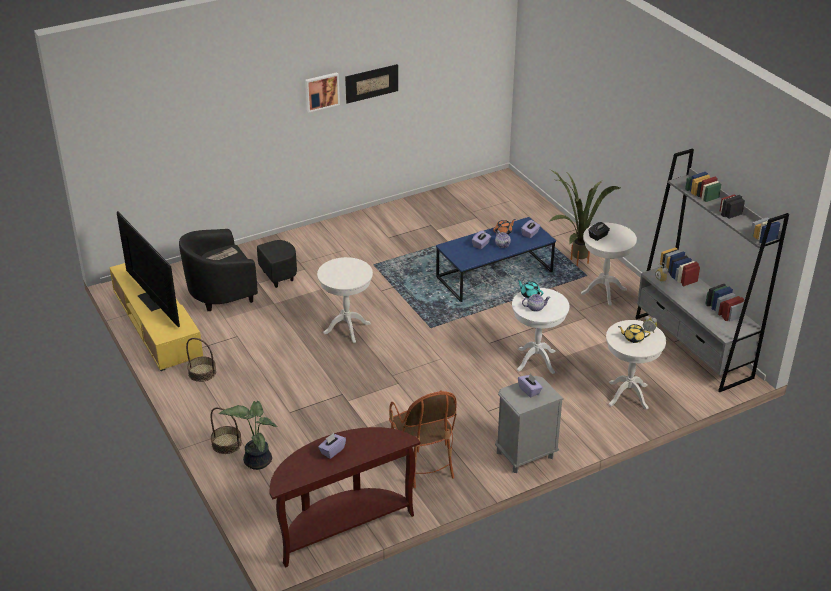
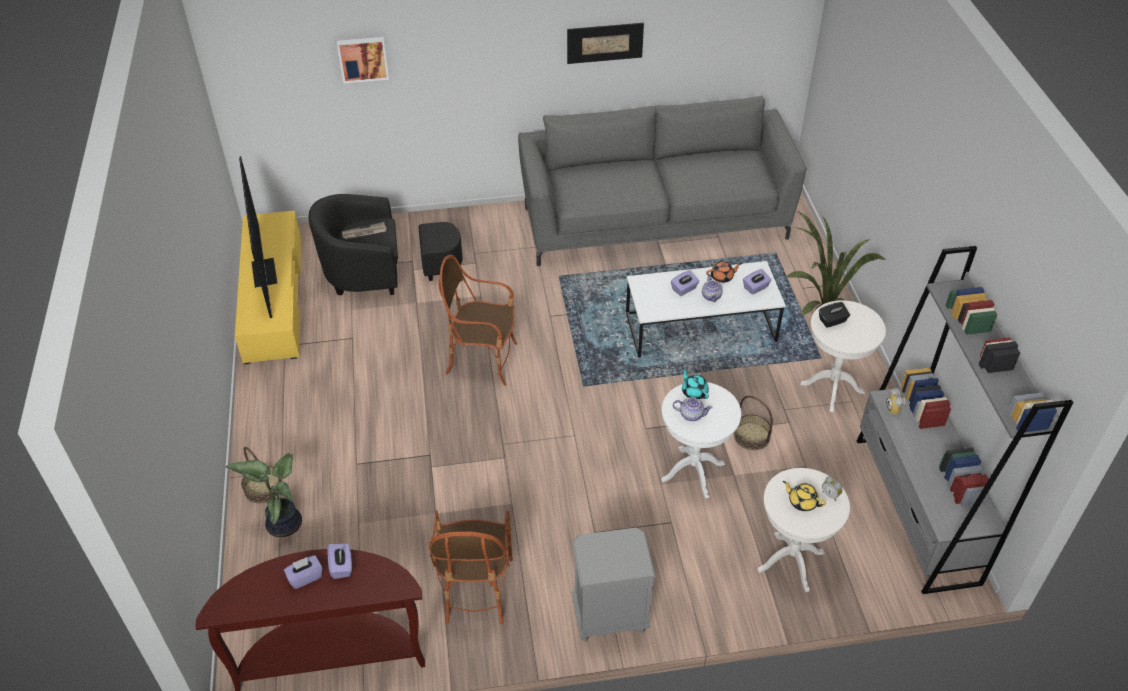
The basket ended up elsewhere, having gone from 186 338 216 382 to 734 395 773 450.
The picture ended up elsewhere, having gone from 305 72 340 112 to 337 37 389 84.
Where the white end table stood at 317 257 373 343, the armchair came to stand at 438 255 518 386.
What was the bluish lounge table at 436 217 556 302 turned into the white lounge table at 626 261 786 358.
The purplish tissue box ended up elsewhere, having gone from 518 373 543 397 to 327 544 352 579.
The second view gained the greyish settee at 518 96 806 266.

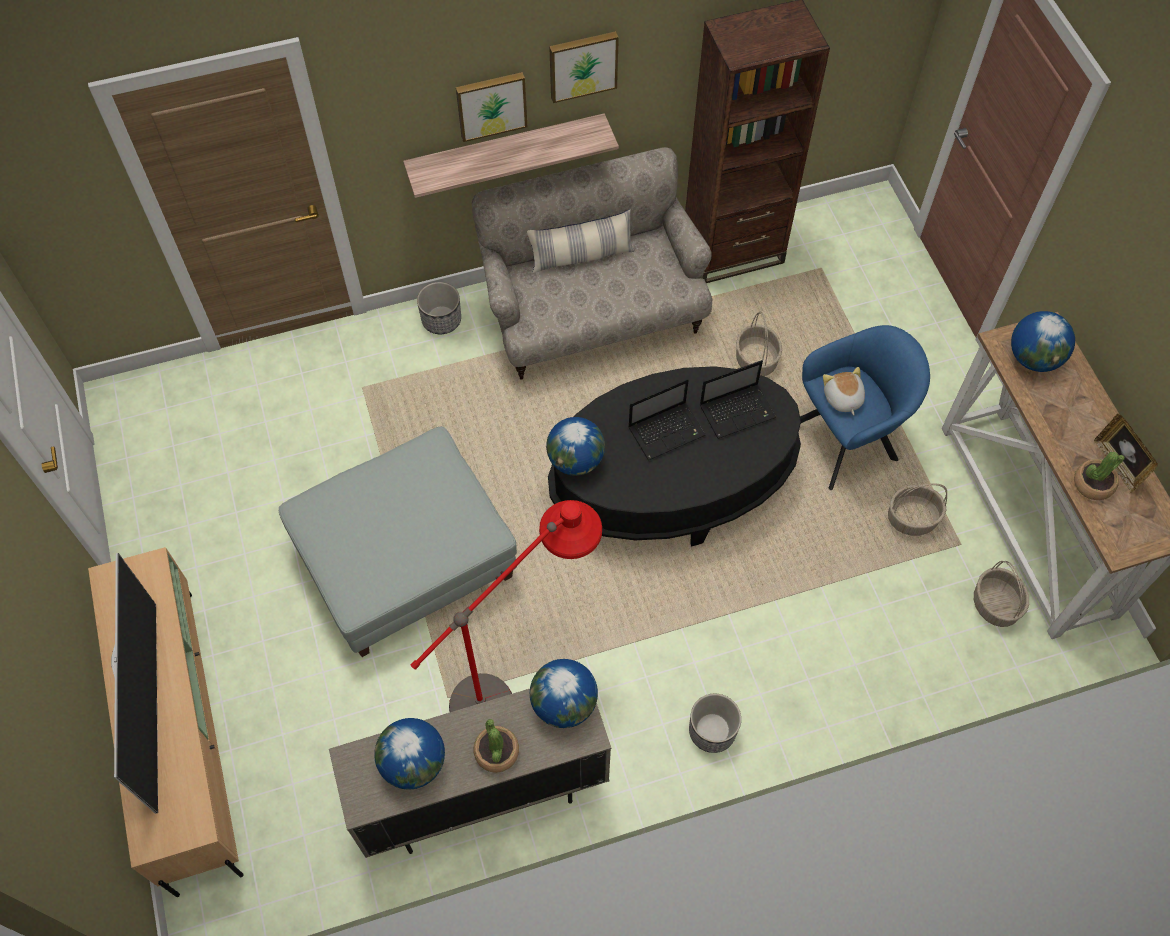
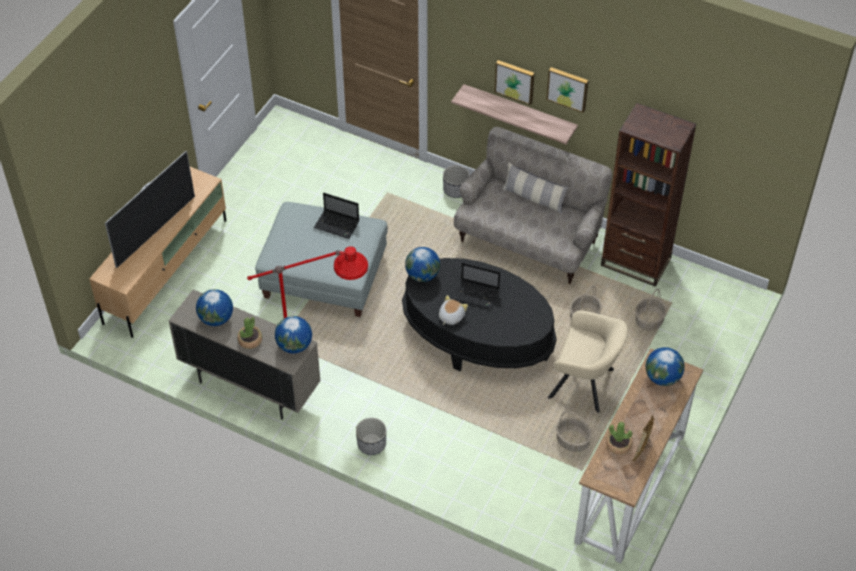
The portable computer ended up elsewhere, having gone from 700 360 776 439 to 314 193 359 239.
What was the bluish armchair at 800 325 930 490 turned into the beige-coloured armchair at 548 311 628 413.
The soft toy ended up elsewhere, having gone from 823 367 865 415 to 439 295 468 325.
The basket ended up elsewhere, having gone from 974 561 1029 627 to 635 289 667 331.

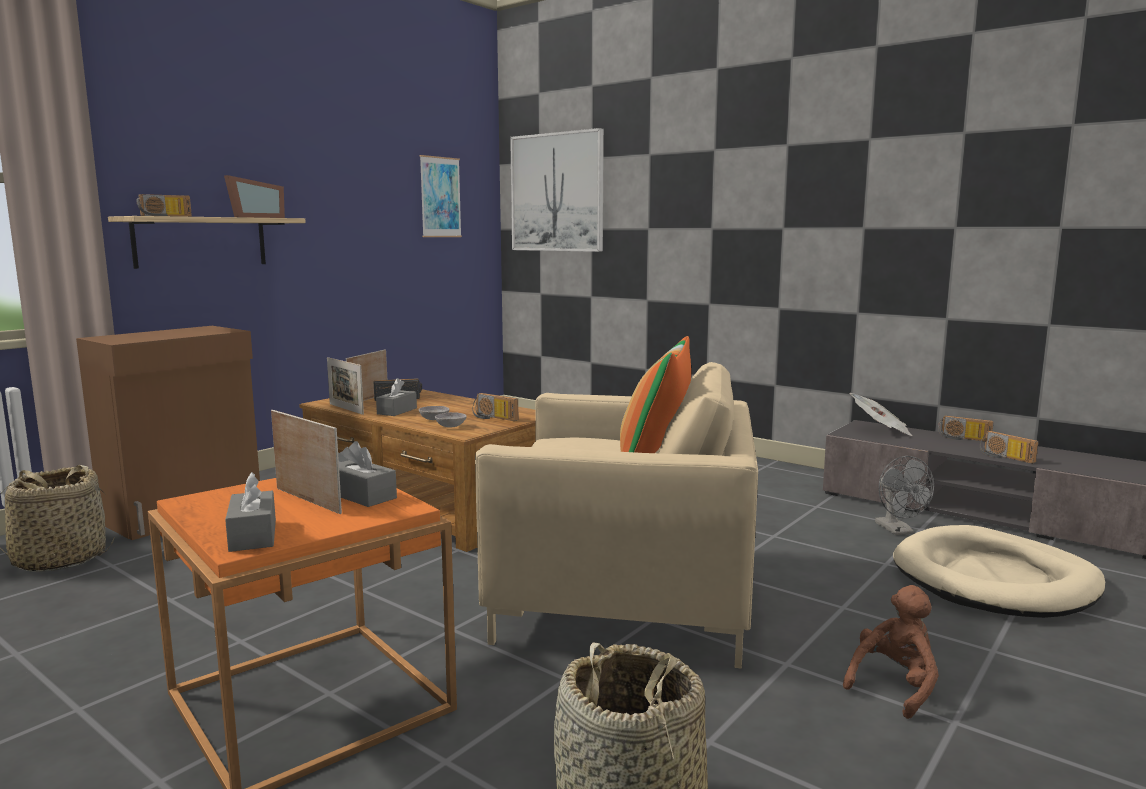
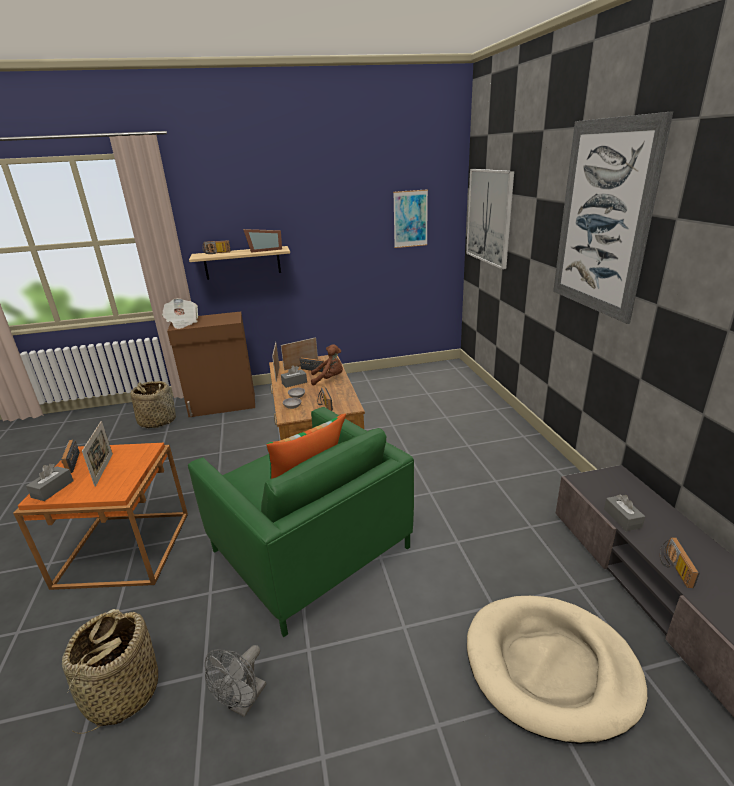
The greyish tissue box ended up elsewhere, having gone from 339 441 397 507 to 604 495 645 531.
What was the beige-coloured armchair at 475 362 758 668 turned into the green armchair at 188 407 414 637.
The brownish soft toy ended up elsewhere, having gone from 843 585 939 719 to 311 344 343 386.
The newspaper ended up elsewhere, having gone from 850 393 912 436 to 162 298 198 329.
The greyish electric fan ended up elsewhere, having gone from 875 456 934 535 to 205 645 266 717.
The radio ended up elsewhere, having gone from 938 416 994 441 to 61 439 80 473.
The second view gained the picture at 553 112 673 324.

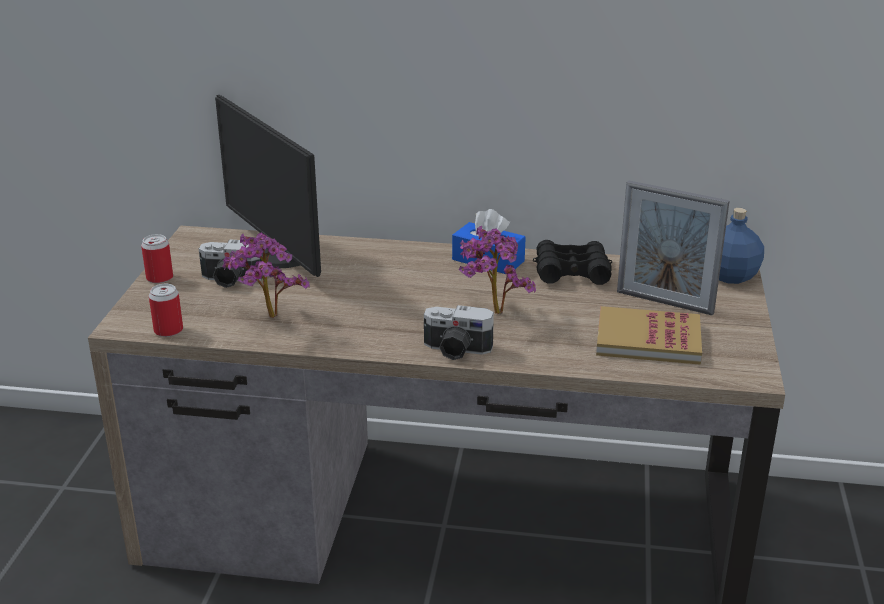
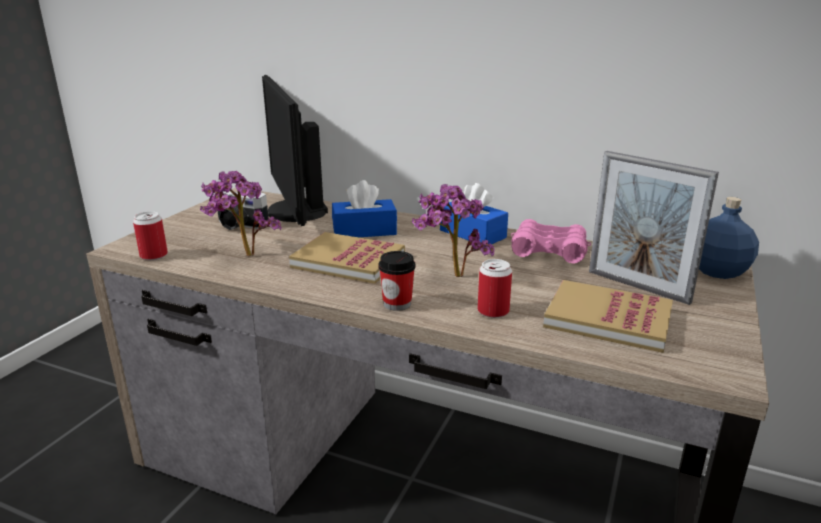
The metal can ended up elsewhere, having gone from 141 234 173 283 to 478 259 512 318.
Where the photo camera stood at 424 305 494 360, the cup came to stand at 378 251 416 311.
What was the blackish pair of binoculars at 533 240 612 285 turned into the pink pair of binoculars at 511 219 591 264.
The second view gained the bound book at 289 232 405 284.
The second view gained the bluish tissue box at 332 180 397 237.

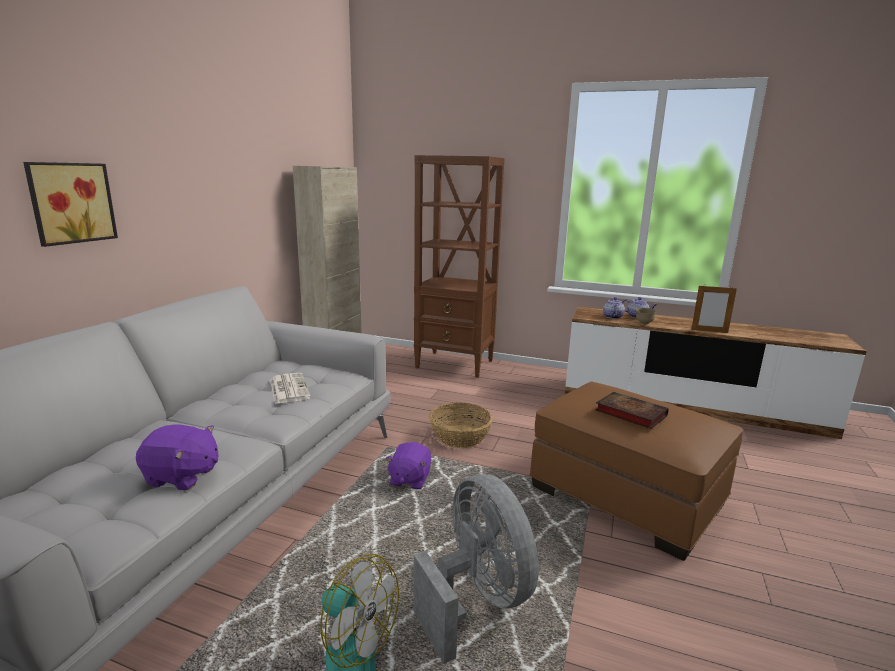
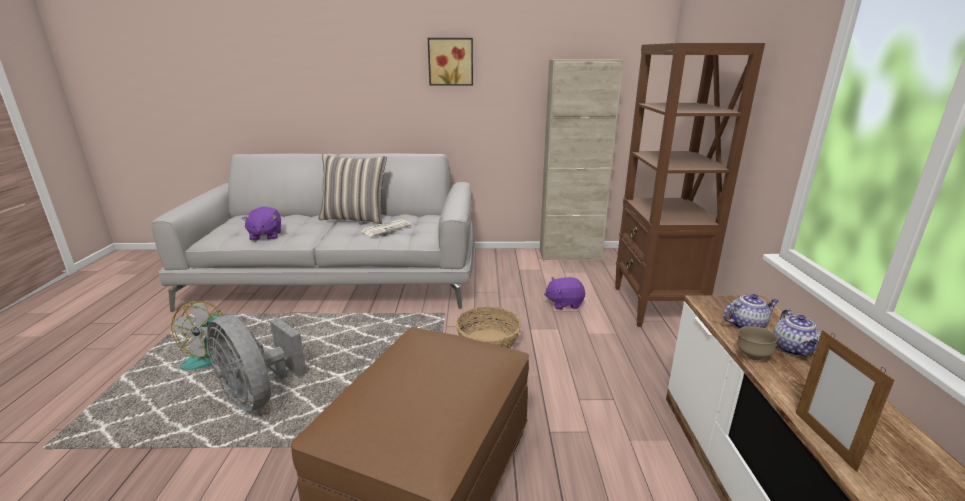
The picture ended up elsewhere, having gone from 23 162 118 247 to 428 38 473 85.
The purplish soft toy ended up elsewhere, having gone from 385 442 432 489 to 544 277 585 310.
The greyish electric fan at 414 474 539 664 ended up facing another way, 90 degrees clockwise from before.
The second view lost the bound book at 595 392 669 429.
The second view gained the pillow at 319 154 387 224.

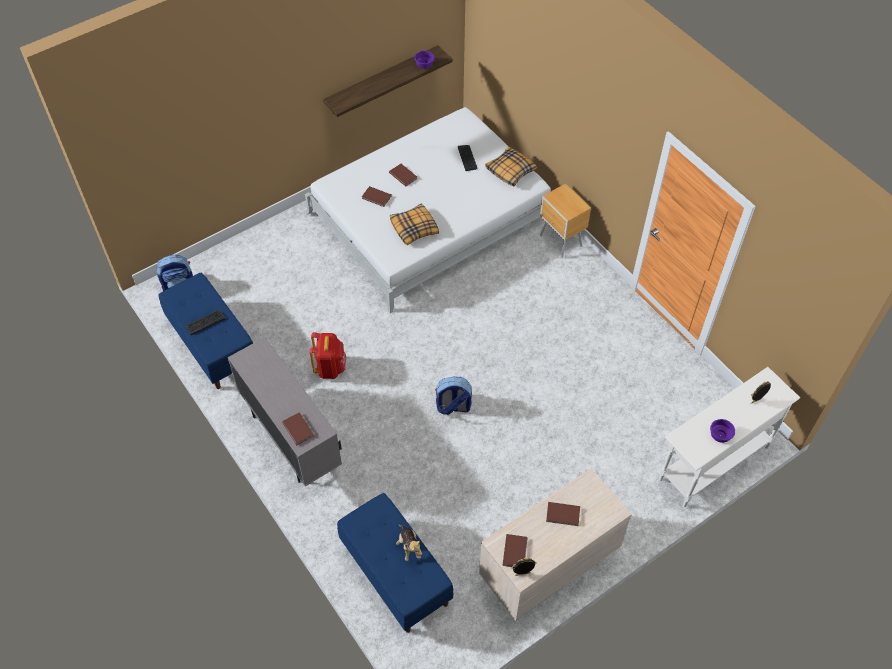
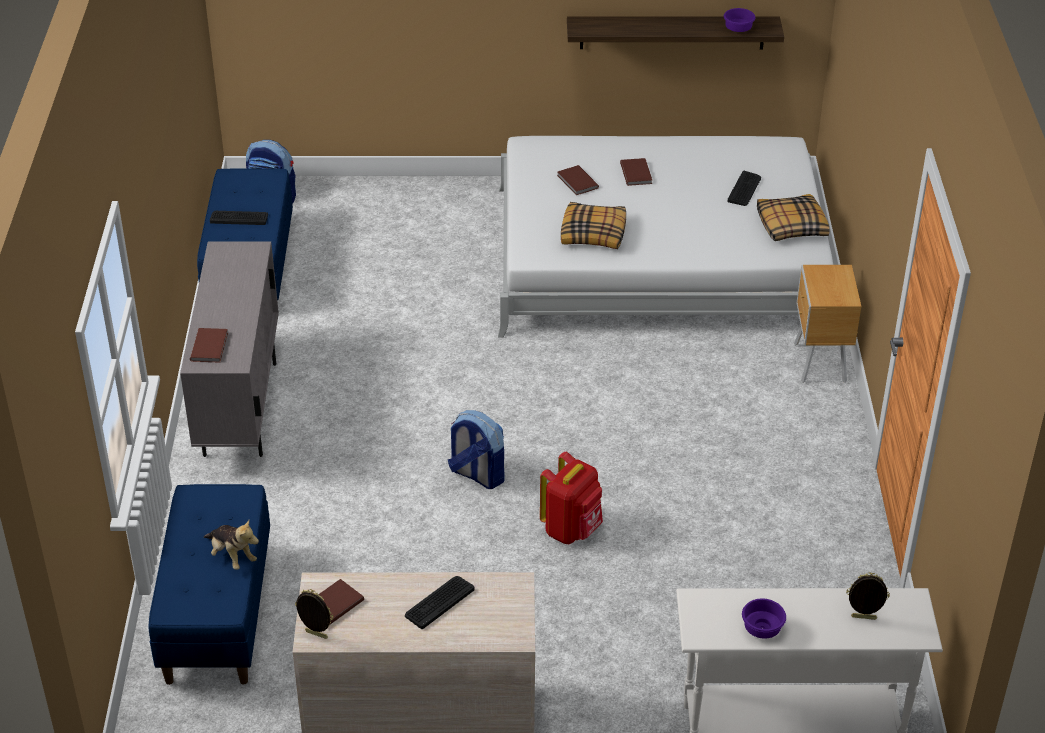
The red knapsack ended up elsewhere, having gone from 310 332 346 379 to 540 452 603 544.
The soft toy at 396 525 422 561 ended up facing another way, 60 degrees counterclockwise from before.
Where the brownish bound book stood at 546 502 580 526, the PC keyboard came to stand at 405 576 475 629.

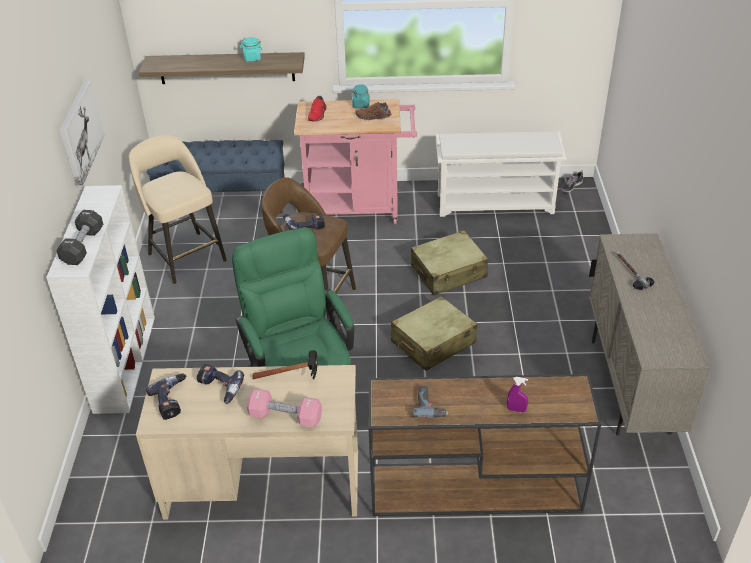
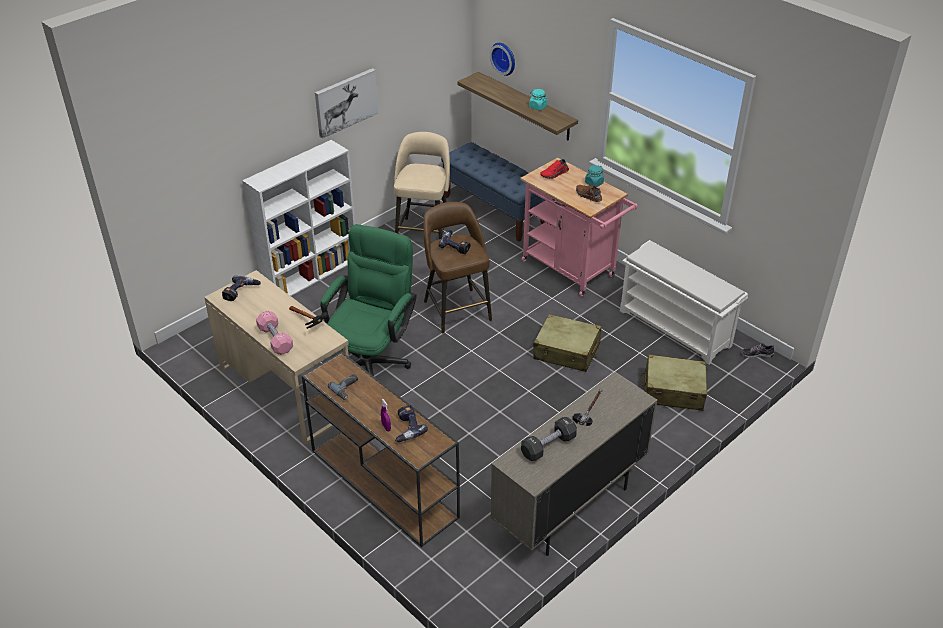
The blackish free weight ended up elsewhere, having gone from 56 210 103 265 to 521 417 577 461.
The electric drill ended up elsewhere, having gone from 197 364 244 404 to 395 405 428 442.
The beige-coloured travel case ended up elsewhere, having gone from 391 296 477 371 to 641 354 707 411.
The second view gained the clock on the wall at 490 43 515 76.

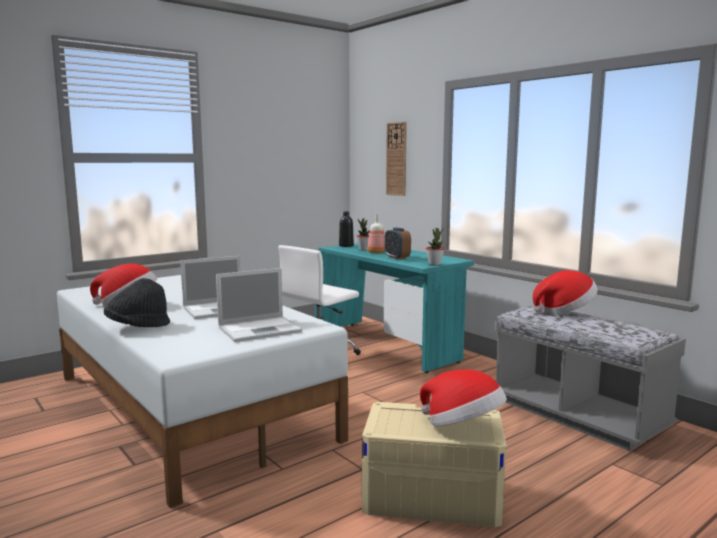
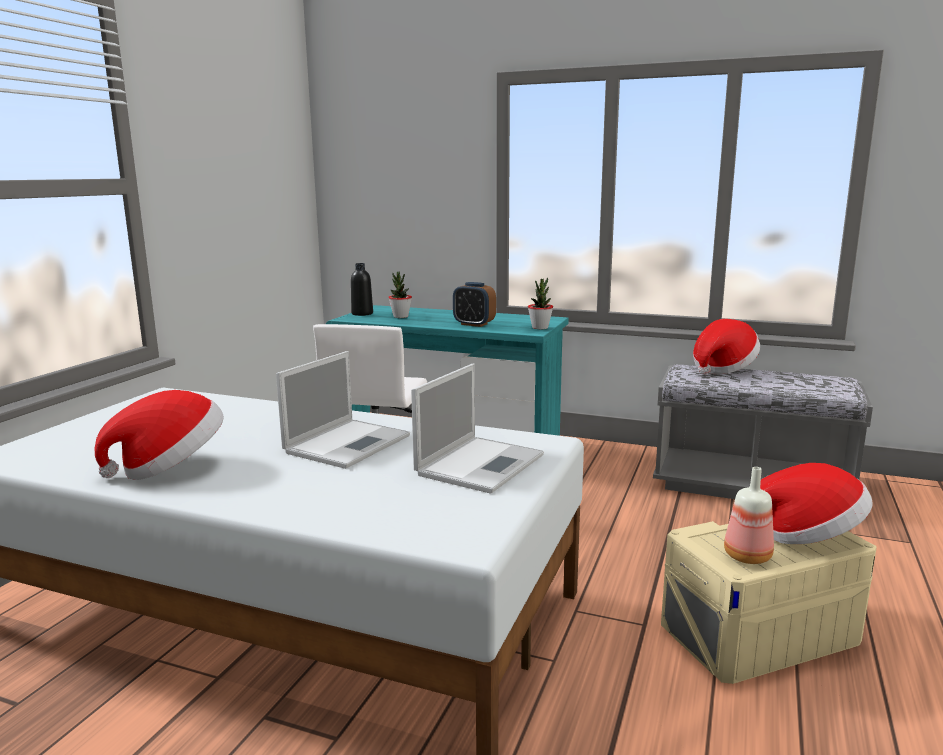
The second view lost the blackish clothing hat at 104 278 170 328.
The bottle ended up elsewhere, having gone from 367 214 385 253 to 724 467 774 564.
The second view lost the clock on the wall at 386 122 407 196.

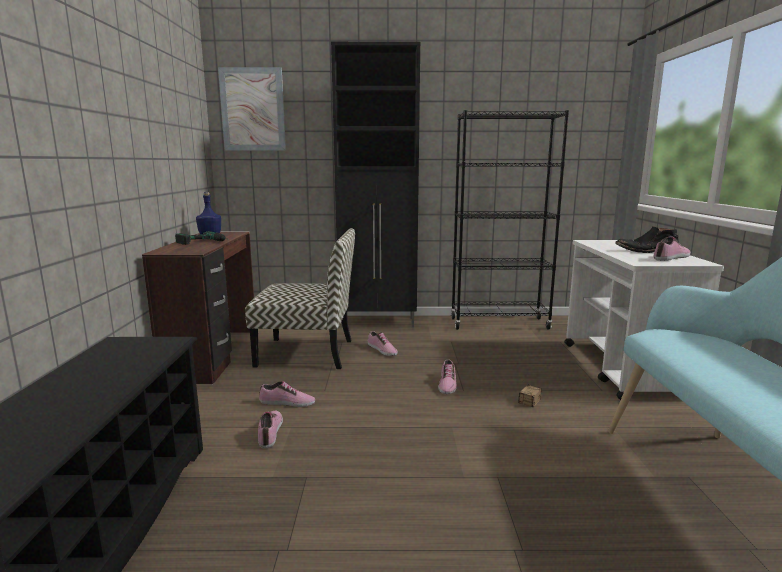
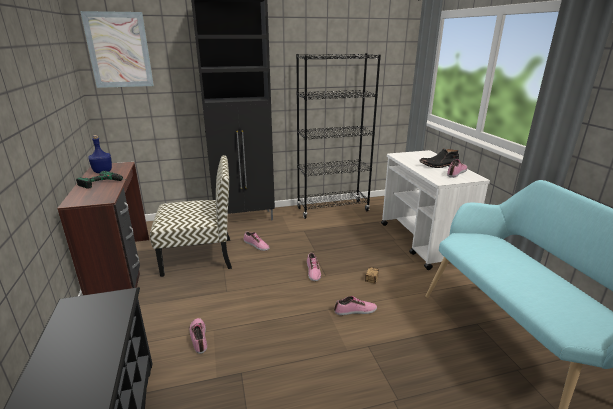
The low shoe ended up elsewhere, having gone from 259 381 315 407 to 334 296 377 315.

